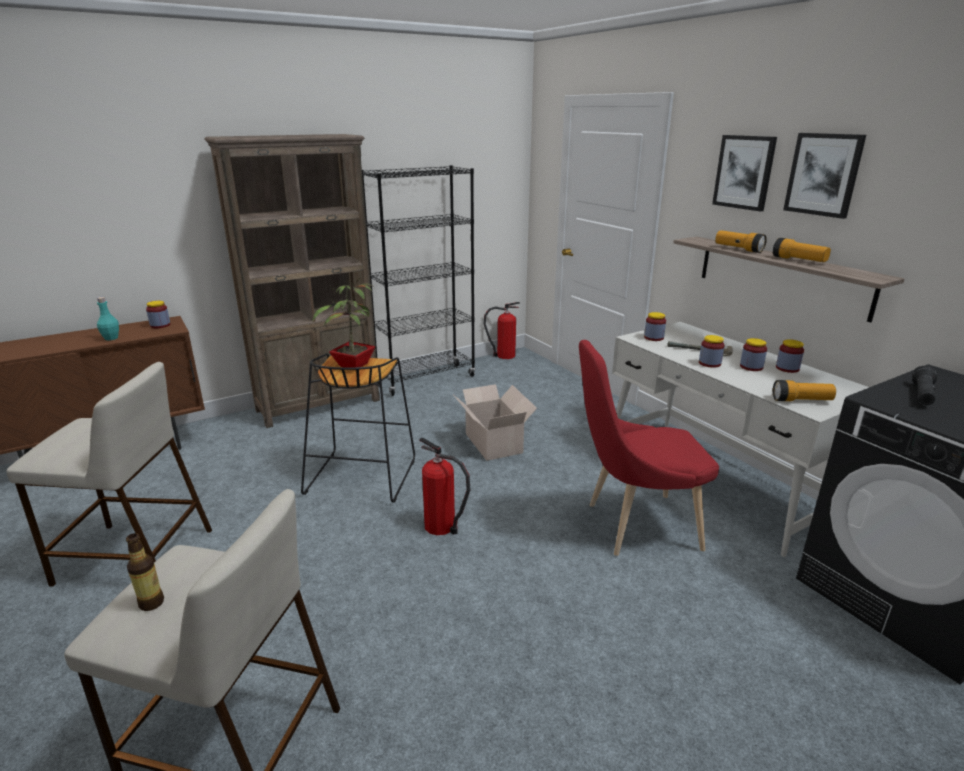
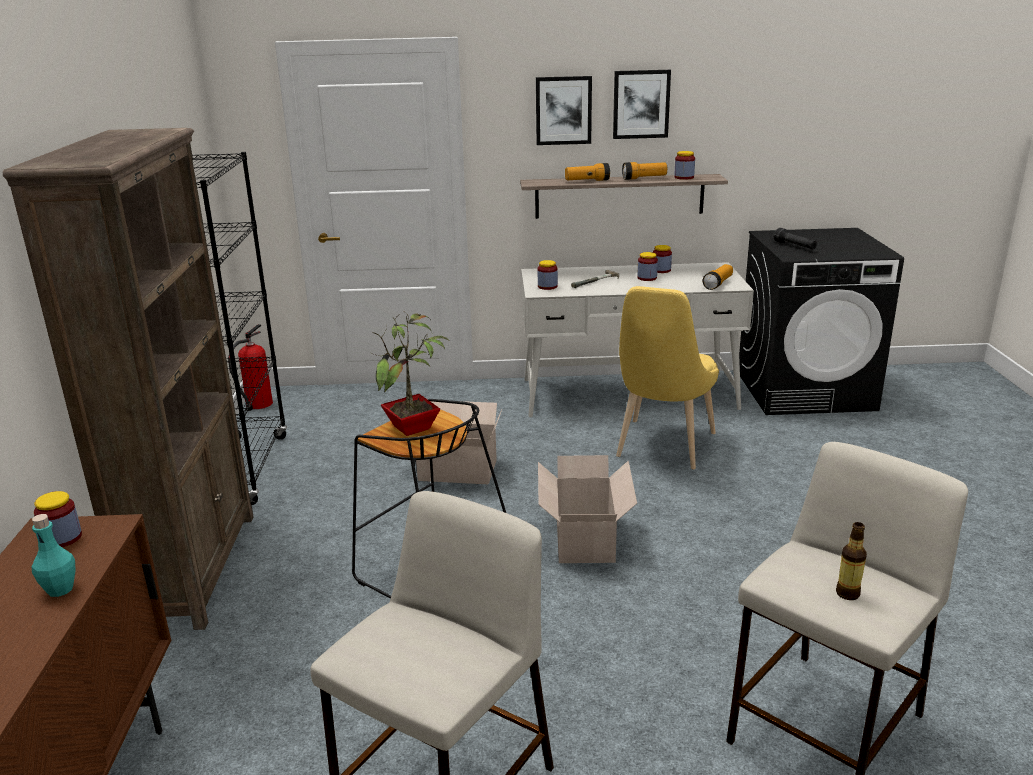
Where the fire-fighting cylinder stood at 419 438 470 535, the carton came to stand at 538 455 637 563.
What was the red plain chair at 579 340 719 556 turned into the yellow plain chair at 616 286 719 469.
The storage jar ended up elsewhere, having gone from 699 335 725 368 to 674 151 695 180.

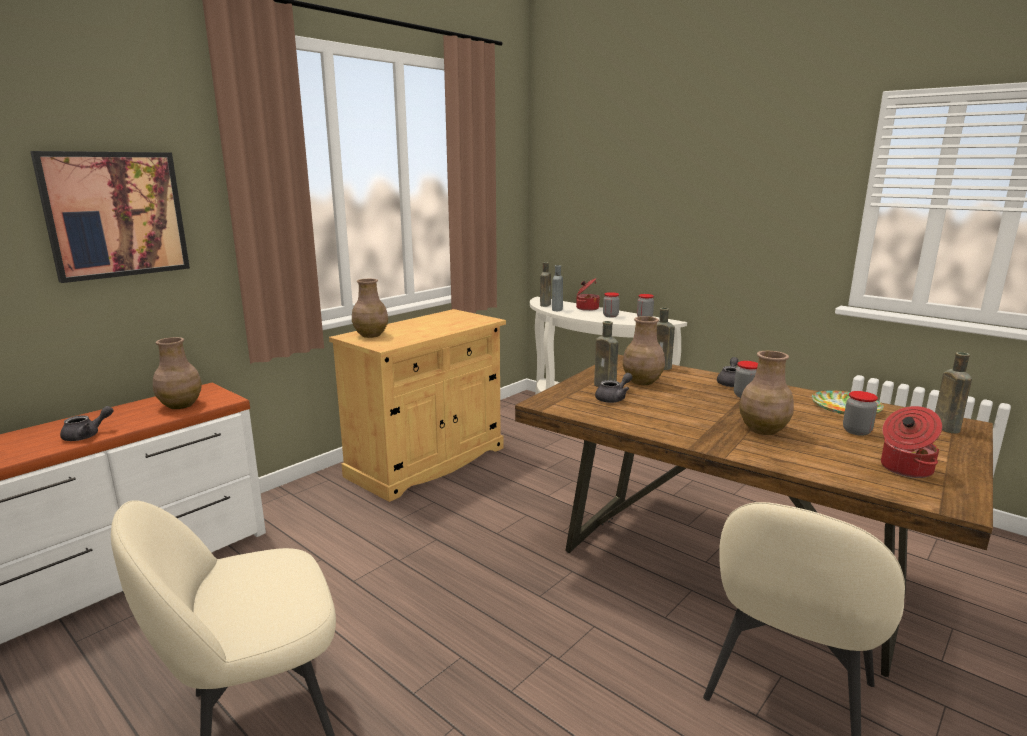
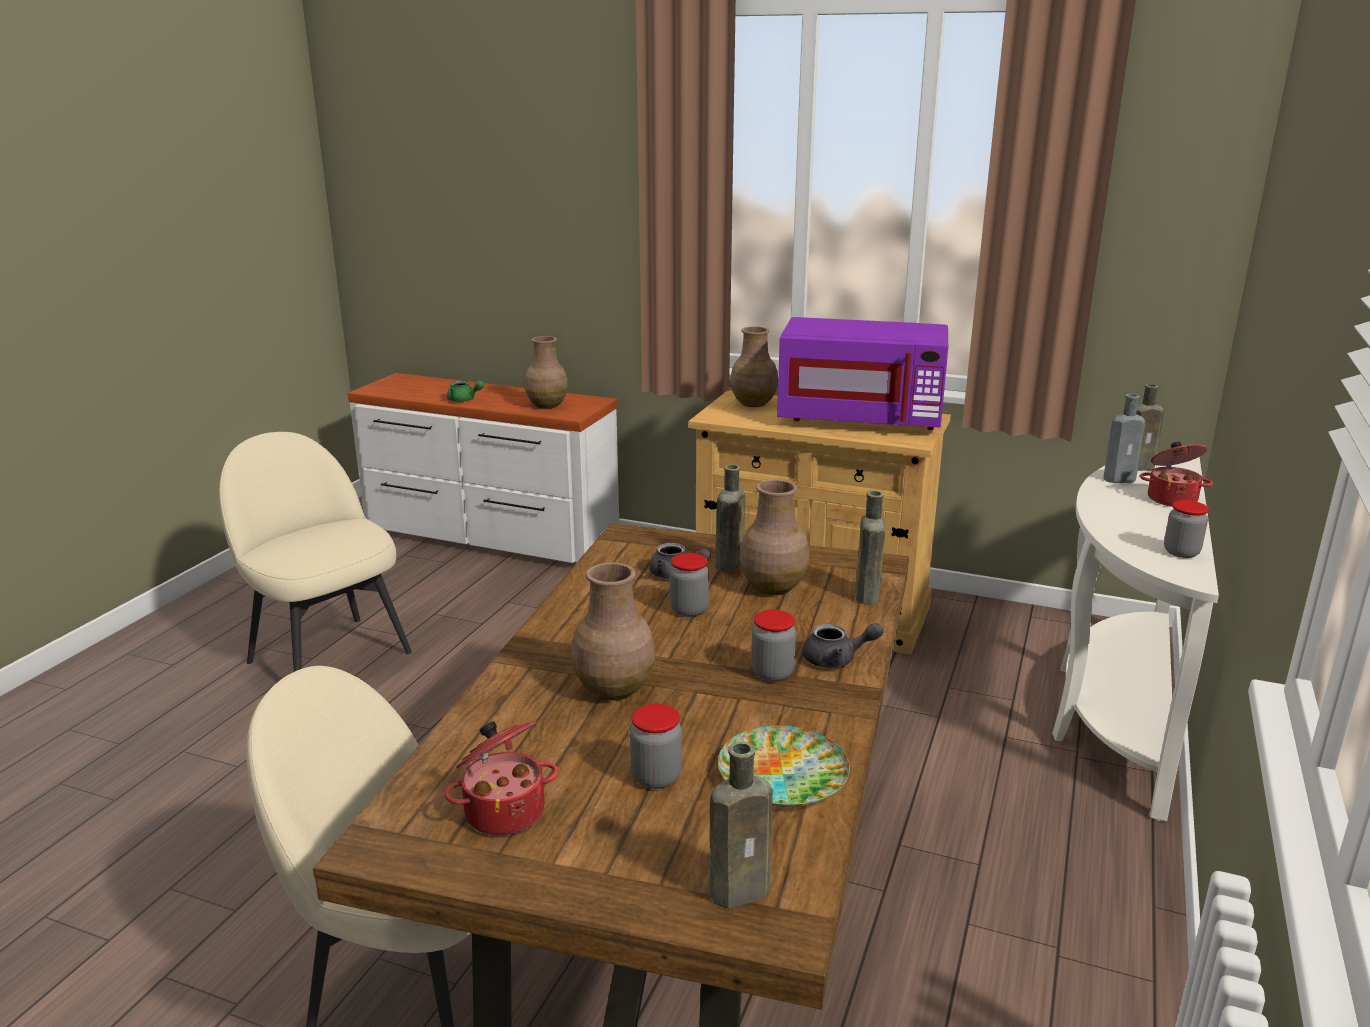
The second view lost the picture at 30 151 190 283.
What was the greyish teapot at 60 406 113 441 turned into the green teapot at 447 381 484 402.
The storage jar ended up elsewhere, having gone from 603 292 620 318 to 670 553 709 617.
The second view gained the purplish kitchen microwave at 777 317 948 430.

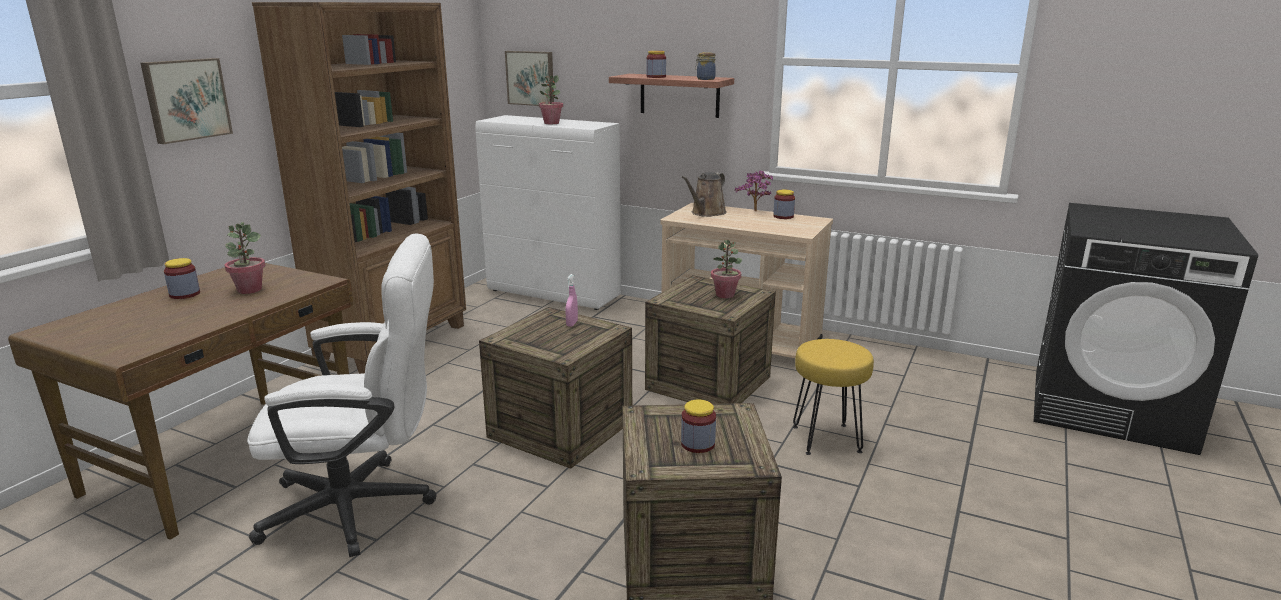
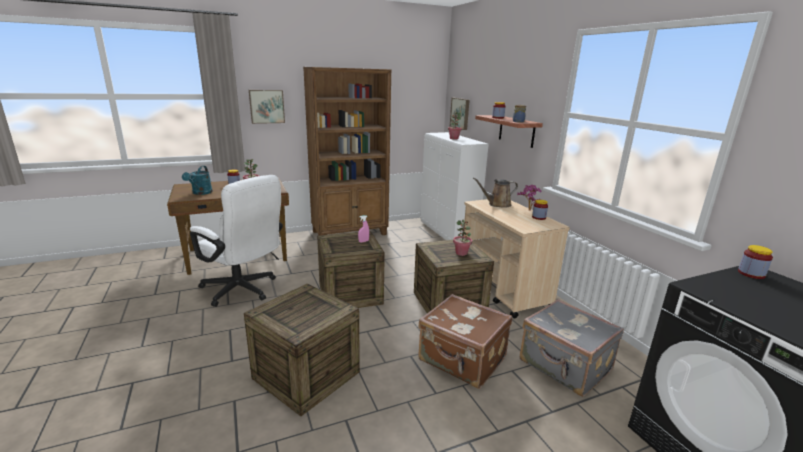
The storage jar ended up elsewhere, having gone from 681 400 716 453 to 738 245 773 279.
Where the yellow sitting stool stood at 793 339 874 455, the brownish travel case came to stand at 418 294 512 389.
The second view gained the blue-green watering pot at 182 166 213 195.
The second view gained the greyish travel case at 520 299 624 397.

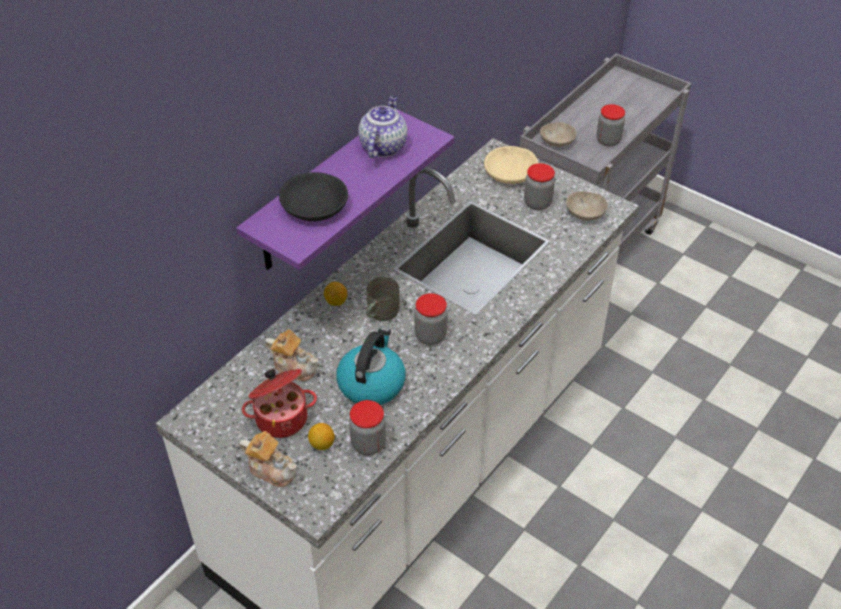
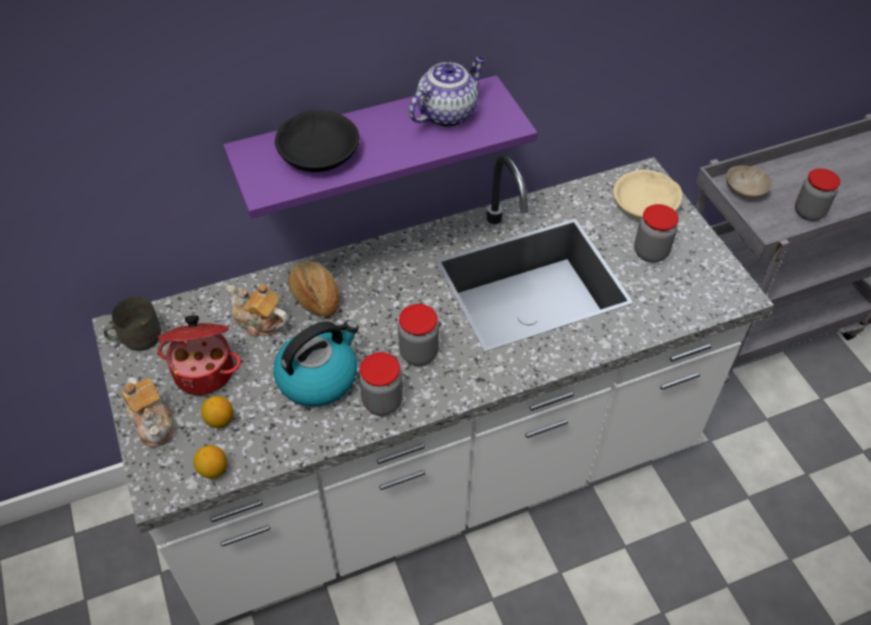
The teapot at 265 329 318 381 ended up facing another way, 150 degrees clockwise from before.
The citrus fruit ended up elsewhere, having gone from 324 282 347 306 to 193 445 227 479.
The storage jar ended up elsewhere, having gone from 349 400 386 455 to 359 352 403 416.
The greyish mug ended up elsewhere, having gone from 366 277 400 321 to 104 297 161 351.
The second view lost the beige-coloured deep dish at 566 191 608 221.
The second view gained the baked bread at 288 261 340 317.

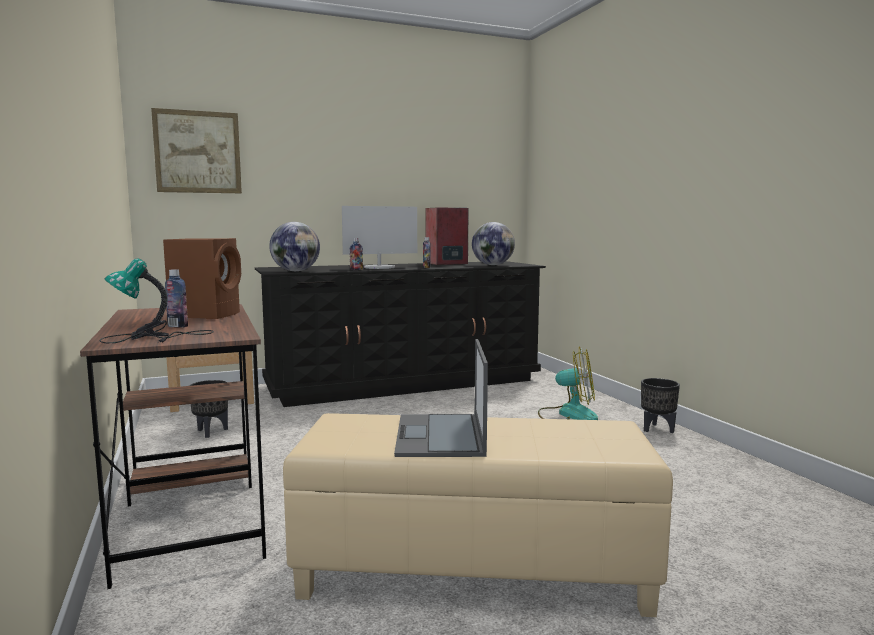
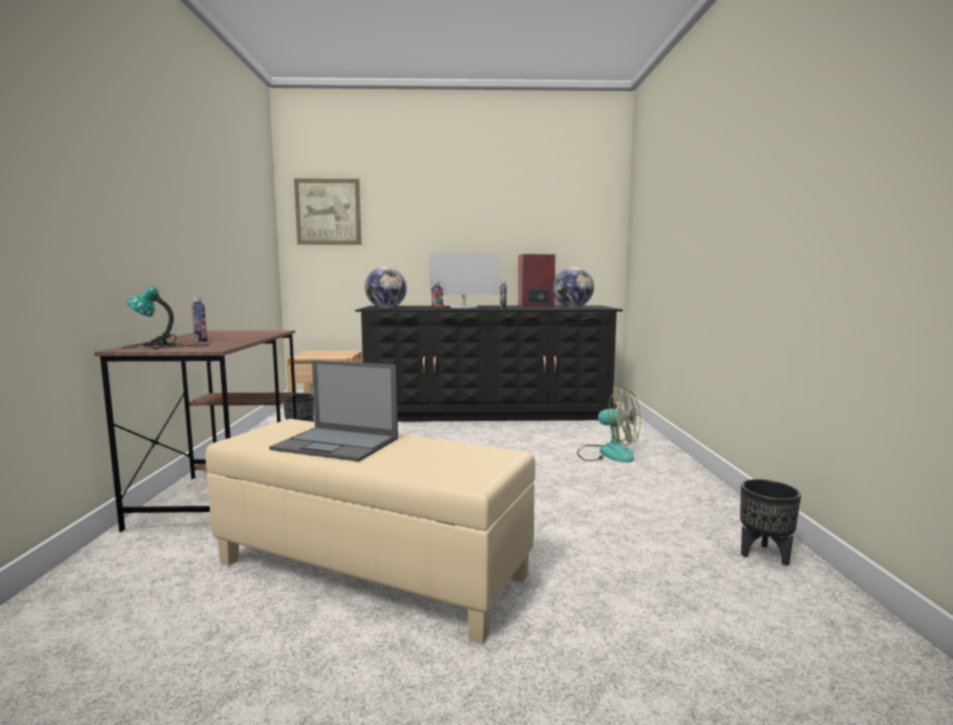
The second view lost the brownish loudspeaker at 163 238 241 319.
The portable computer at 394 339 488 457 ended up facing another way, 90 degrees counterclockwise from before.
The blackish plant pot ended up elsewhere, having gone from 641 378 680 433 to 740 479 801 566.

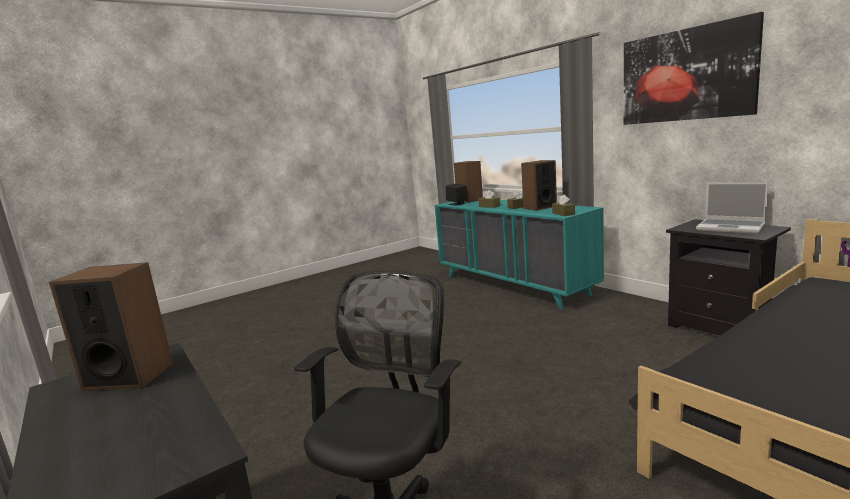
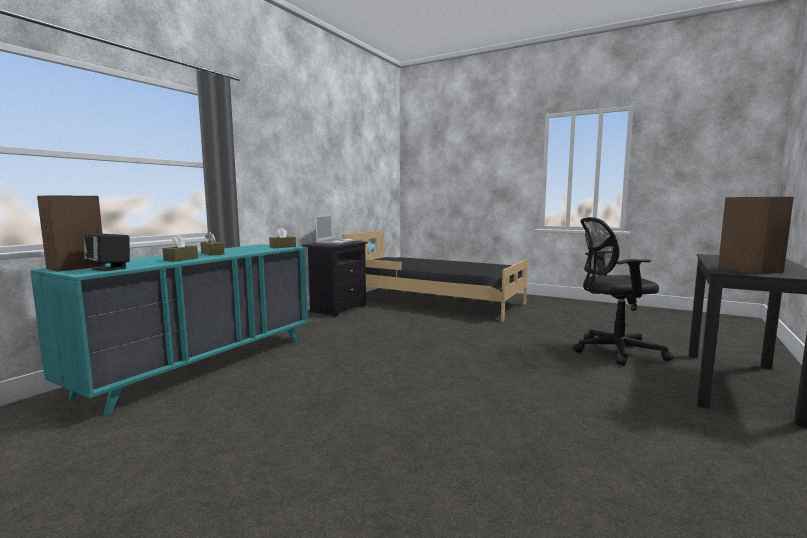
The second view lost the loudspeaker at 521 160 557 211.
The second view lost the picture at 624 12 764 125.

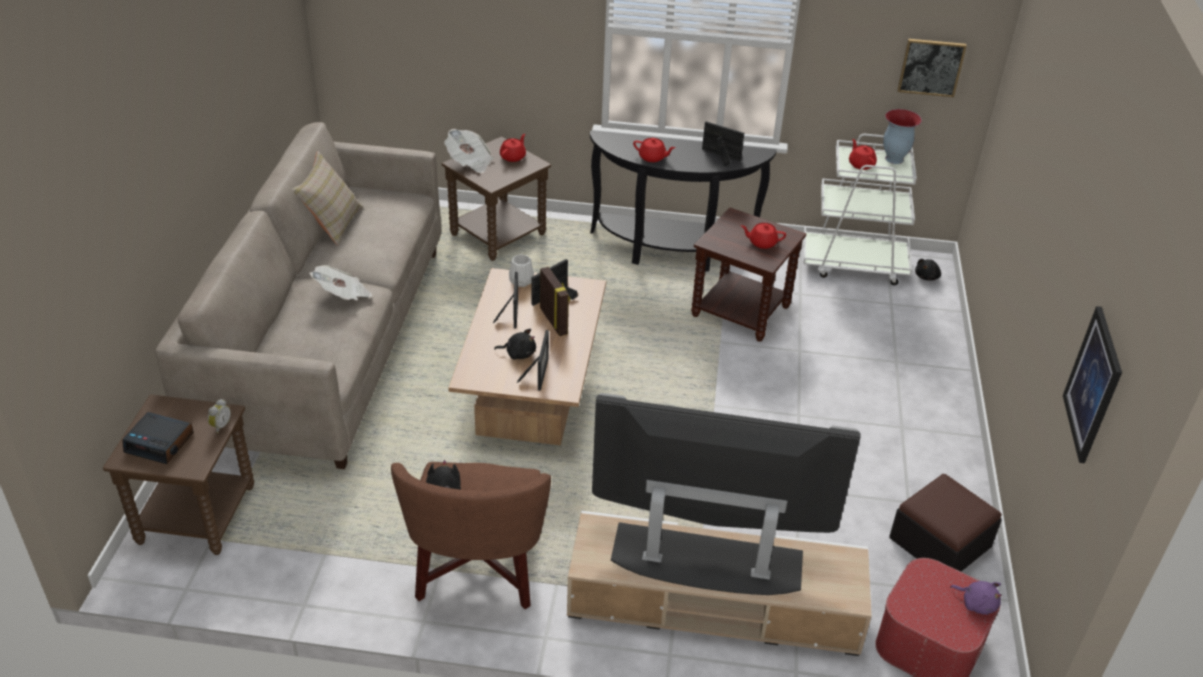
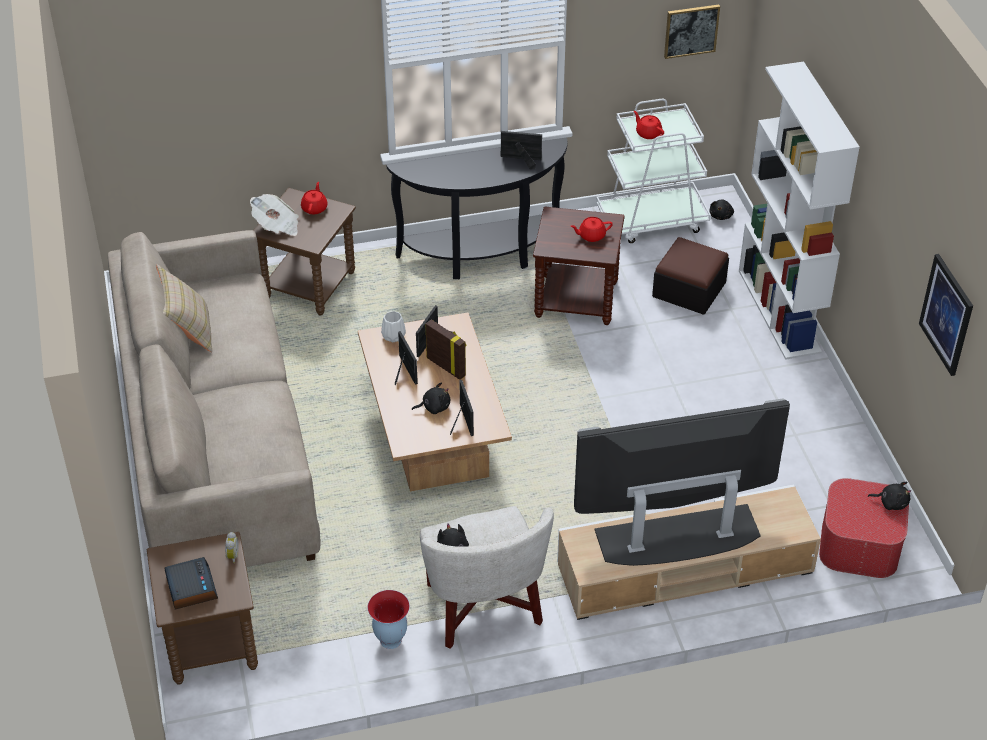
The bedside clock at 122 412 194 464 ended up facing another way, 105 degrees counterclockwise from before.
The second view lost the newspaper at 310 265 373 300.
What was the brownish armchair at 391 462 551 609 turned into the white armchair at 420 506 554 649.
The second view lost the red teapot at 633 138 675 162.
The decorative vase ended up elsewhere, having gone from 883 109 922 164 to 367 590 410 649.
The ottoman ended up elsewhere, having gone from 889 474 1002 572 to 652 237 729 315.
What was the purplish soft toy at 950 581 1002 615 turned into the blackish soft toy at 868 482 911 510.
The second view gained the white bookcase at 739 61 860 360.

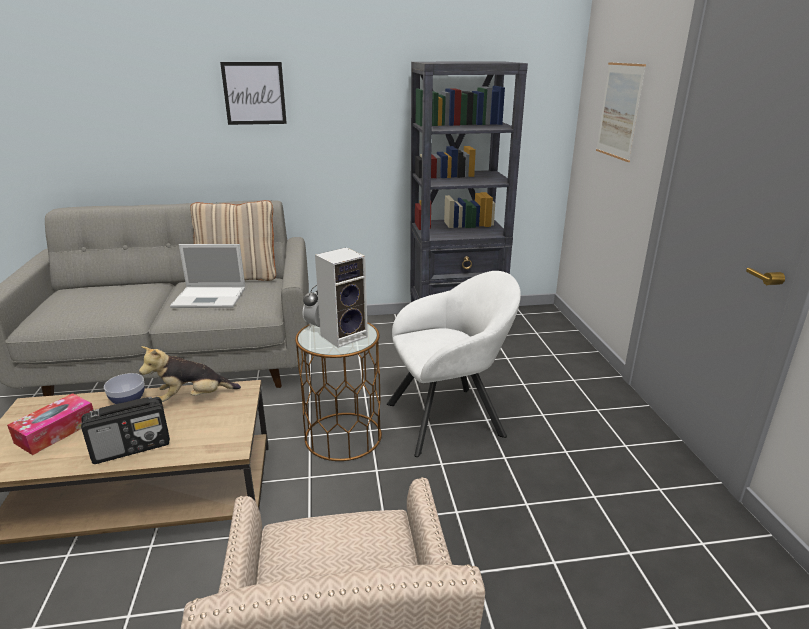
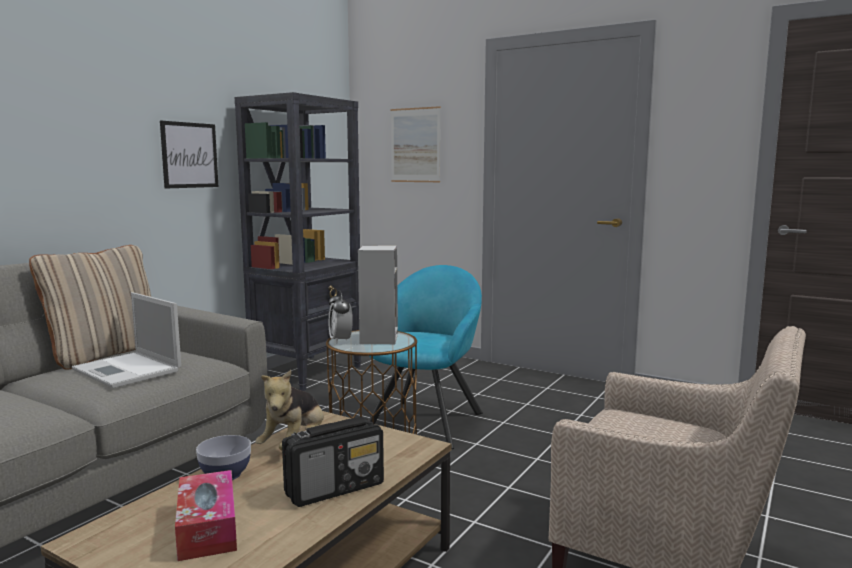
The radio at 81 397 170 464 ended up facing another way, 45 degrees clockwise from before.
The portable computer at 170 244 245 308 ended up facing another way, 90 degrees clockwise from before.
The picture ended up elsewhere, having gone from 220 62 287 125 to 160 121 218 188.
What was the white armchair at 387 271 521 457 turned into the blue-green armchair at 369 265 483 449.

